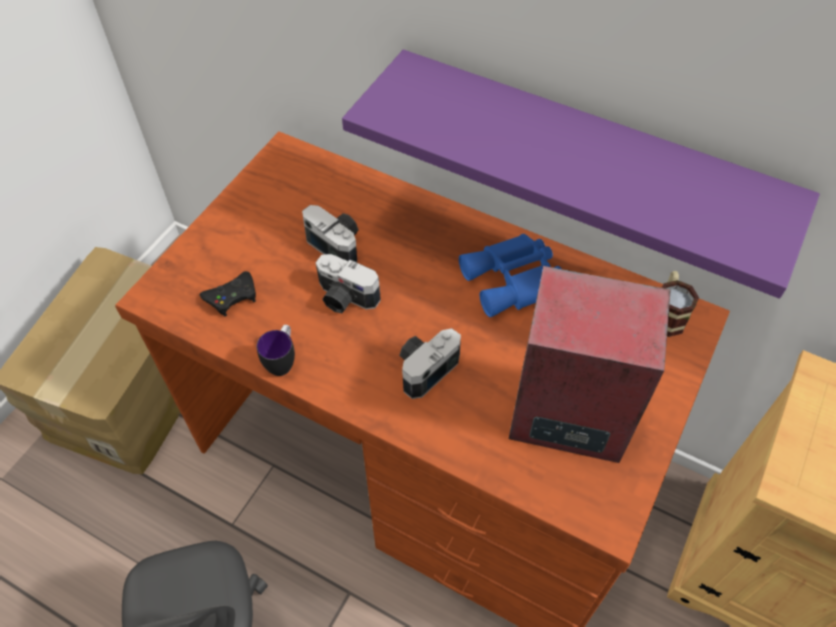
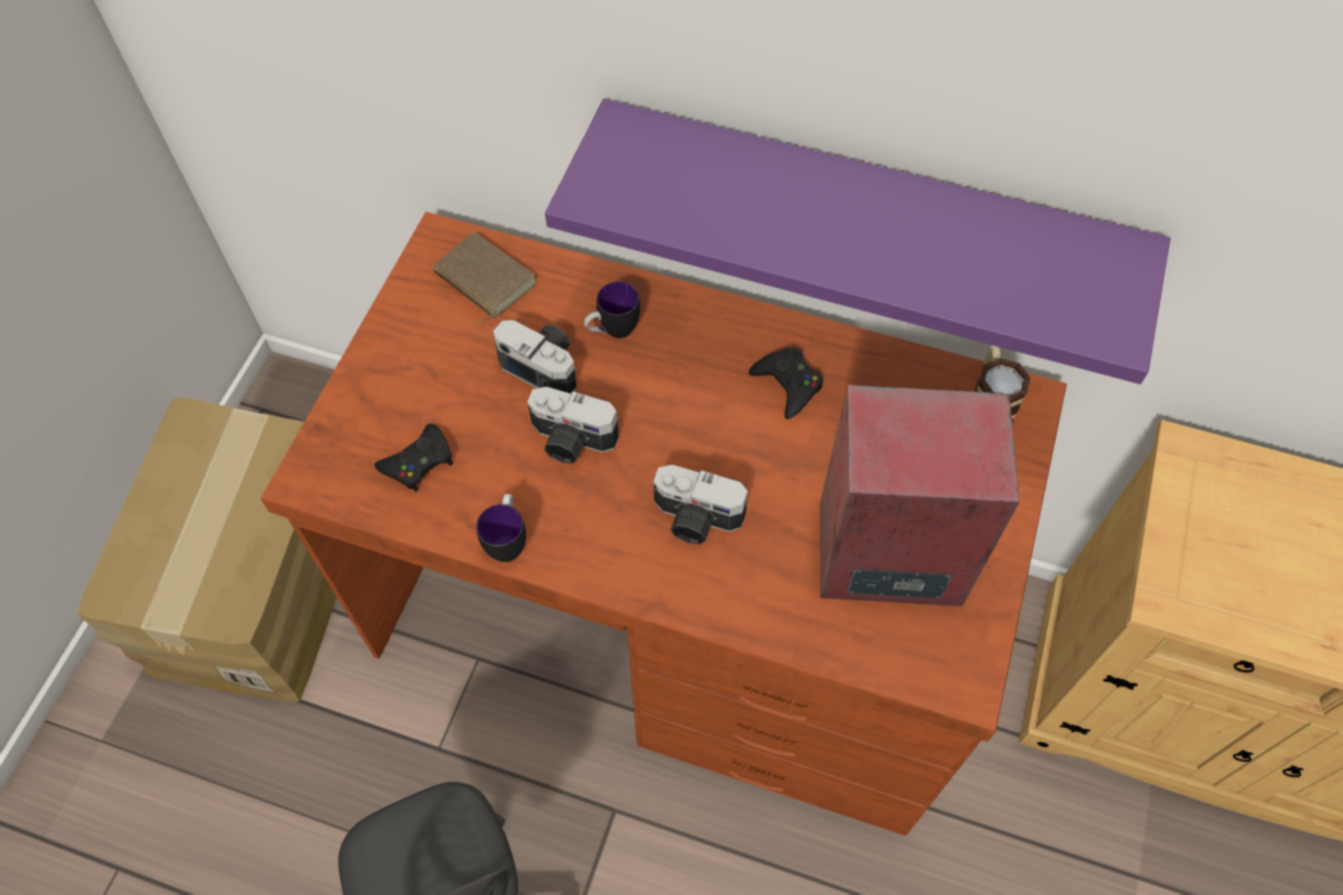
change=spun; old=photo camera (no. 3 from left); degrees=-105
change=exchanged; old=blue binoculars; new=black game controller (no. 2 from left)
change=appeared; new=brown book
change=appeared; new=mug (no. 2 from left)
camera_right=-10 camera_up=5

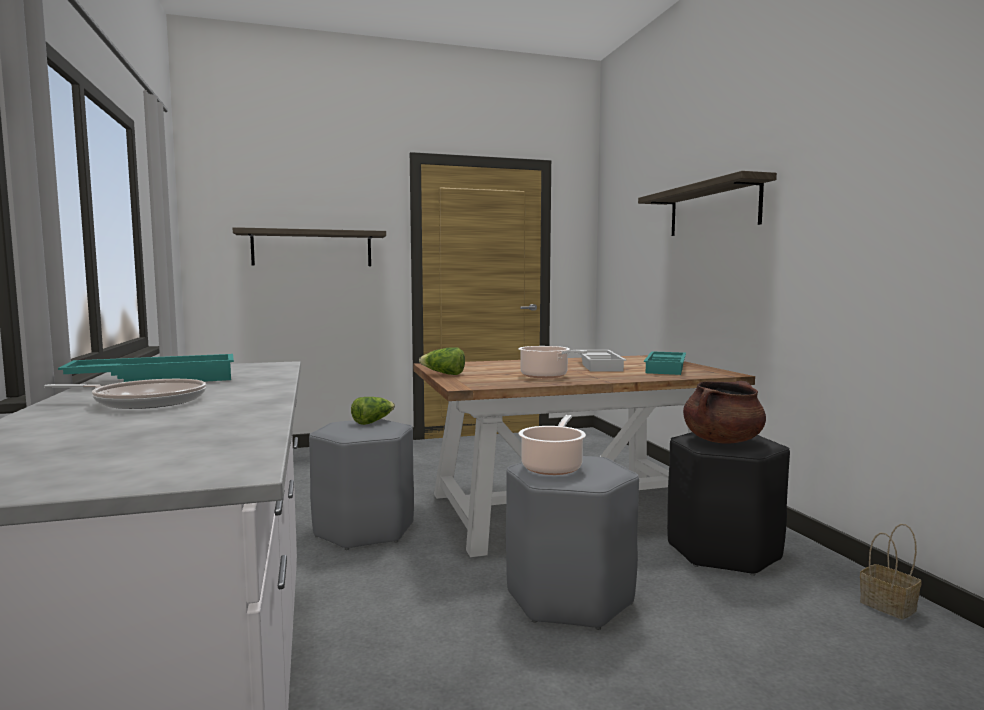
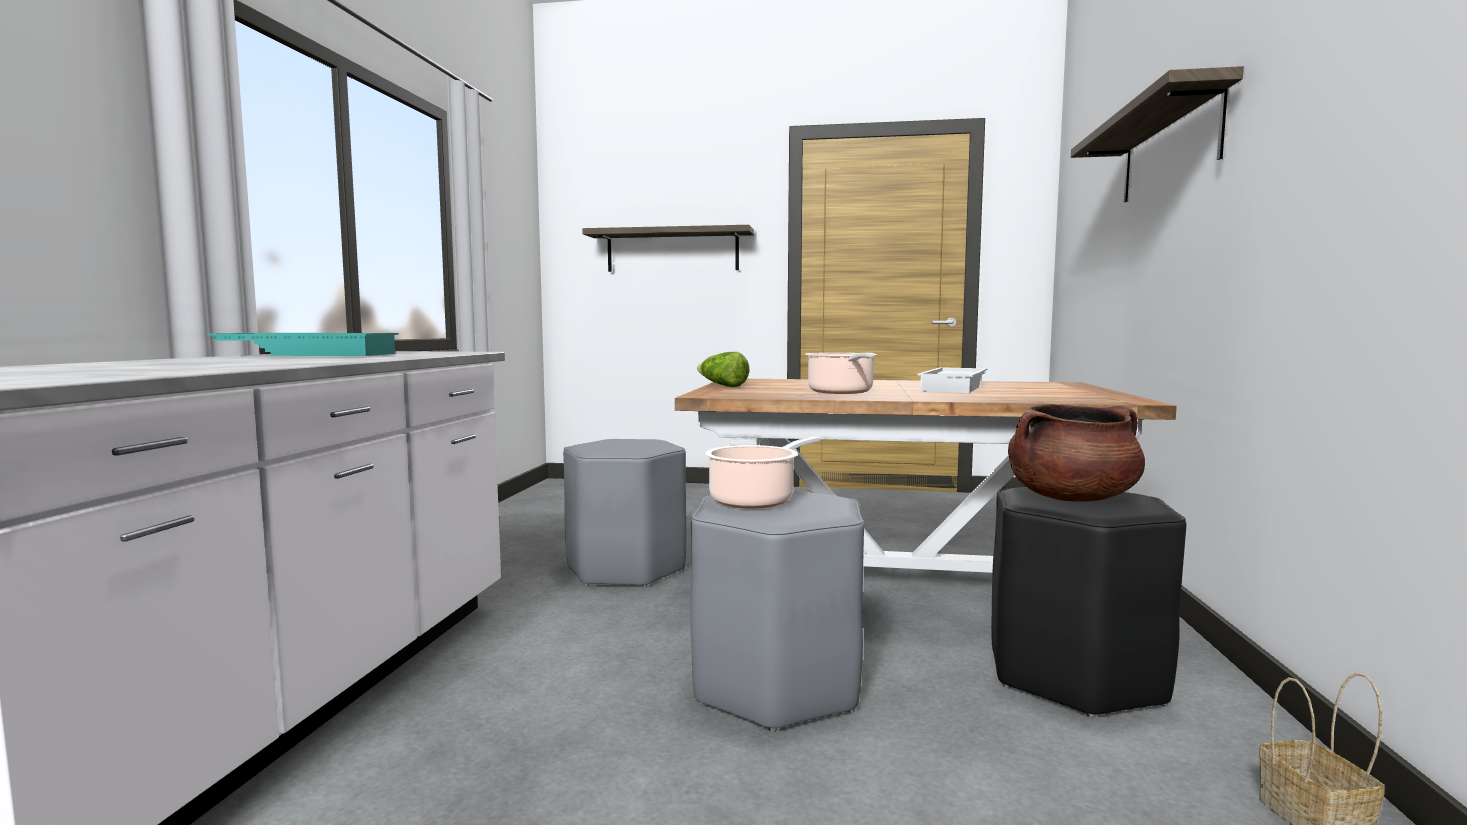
change=missing; old=frying pan
change=missing; old=lettuce (no. 1 from left)
change=missing; old=turquoise tray (no. 2 from left)
camera_right=25 camera_up=0

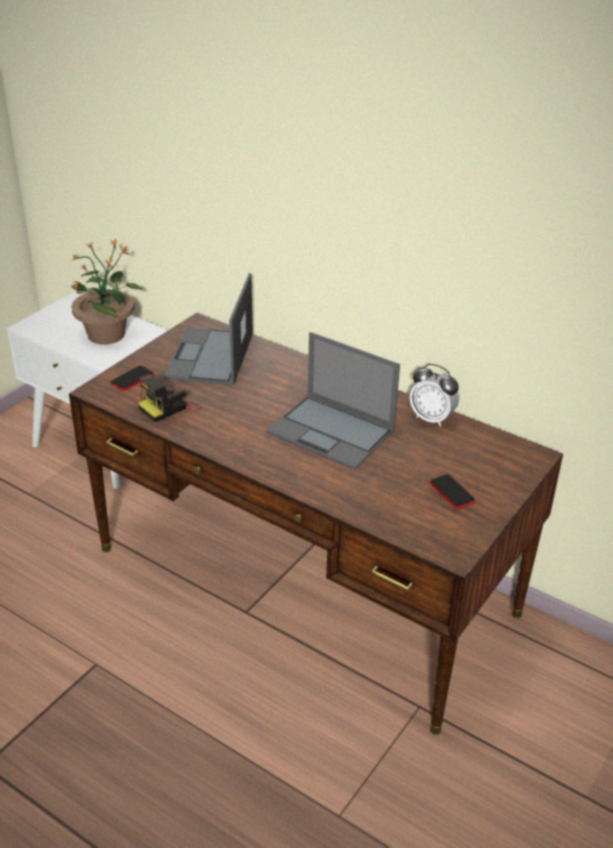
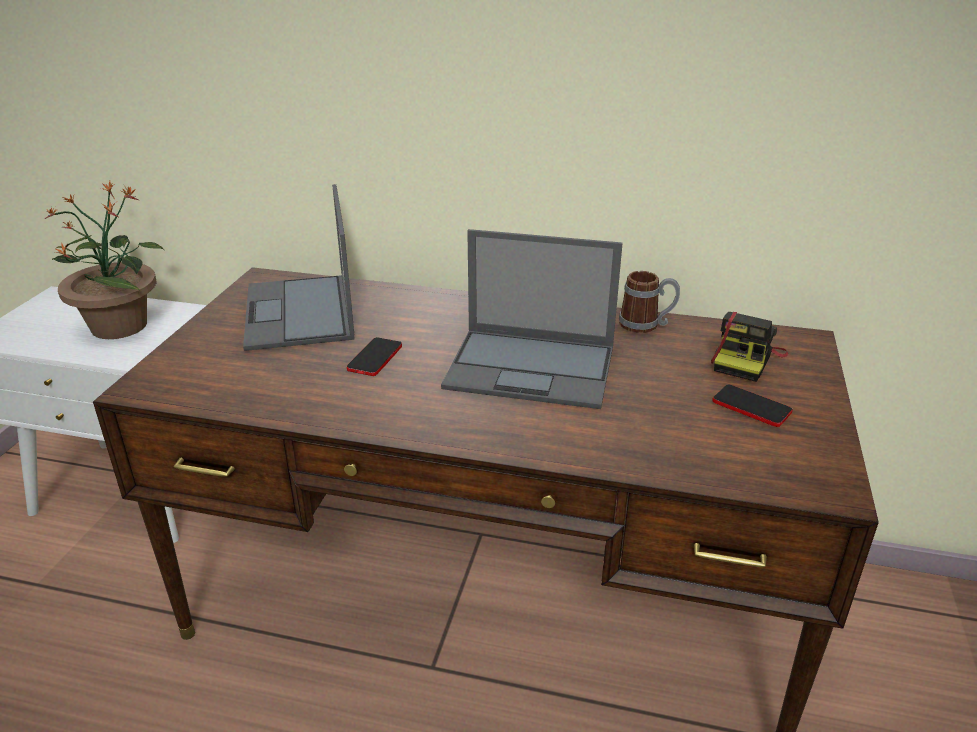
change=relocated; old=phone (no. 1 from left)
change=relocated; old=photo camera
change=exchanged; old=alarm clock; new=mug
camera_right=-20 camera_up=-5

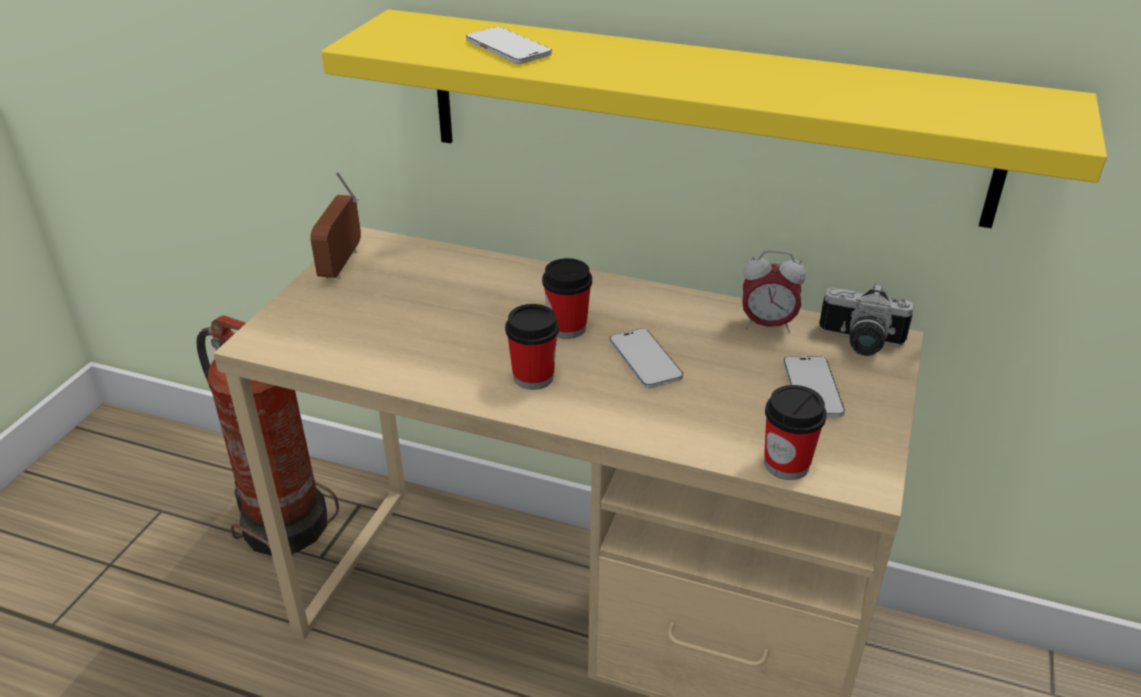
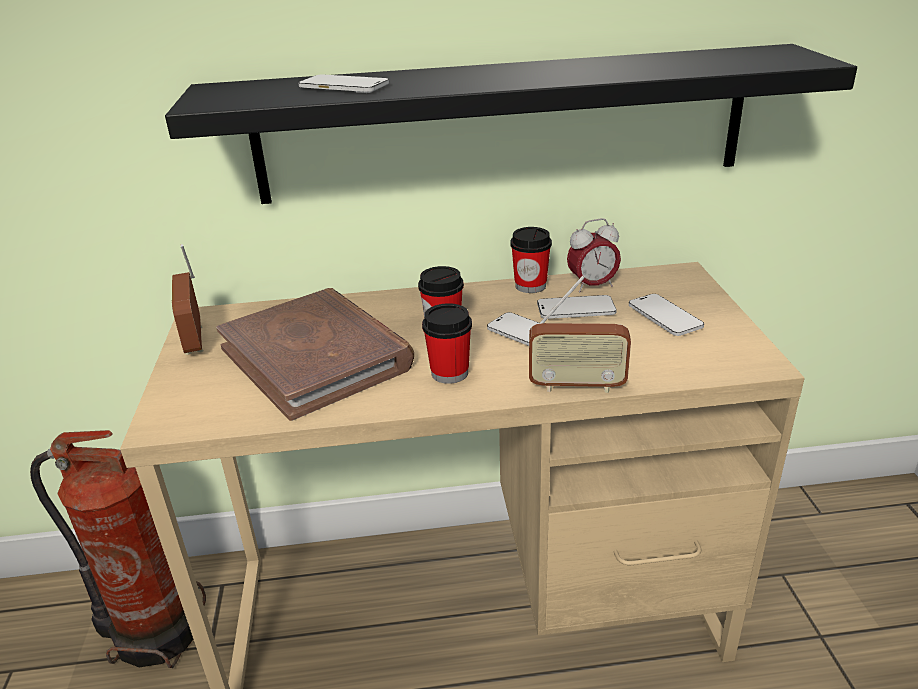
change=colour; old=yellow shelf; new=black shelf
change=relocated; old=cup (no. 3 from left)
change=missing; old=photo camera
change=appeared; new=brown book
change=appeared; new=radio (no. 2 from left)
change=appeared; new=phone (no. 3 from left)
camera_right=-25 camera_up=-5

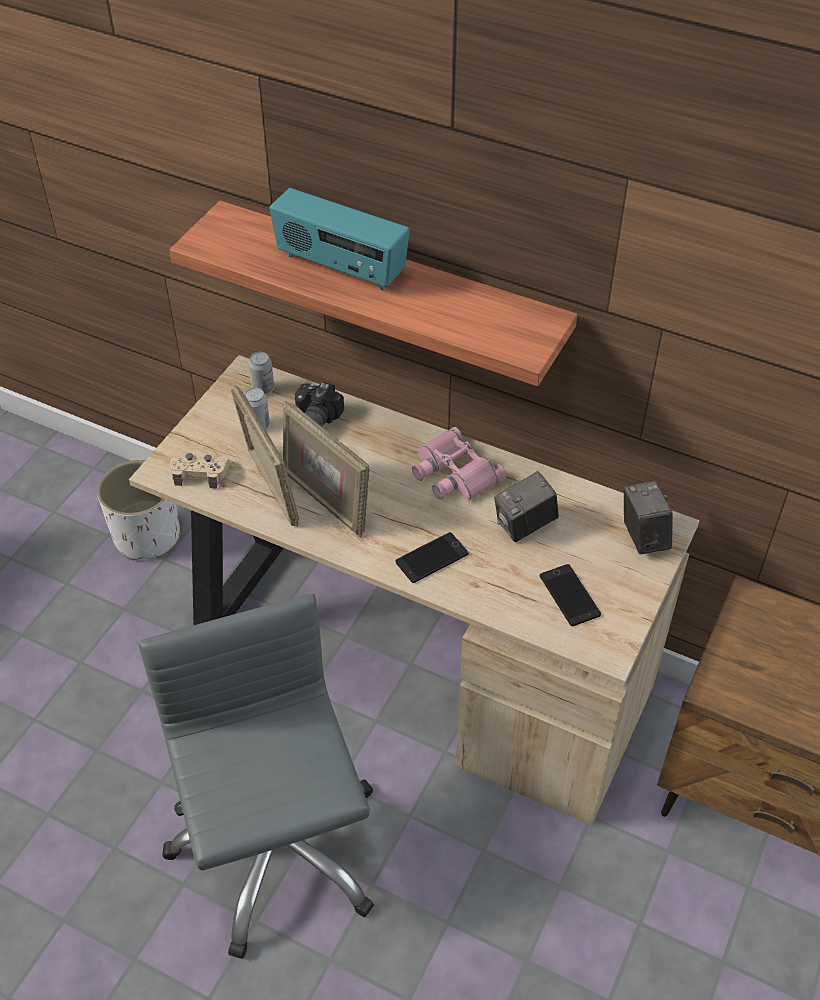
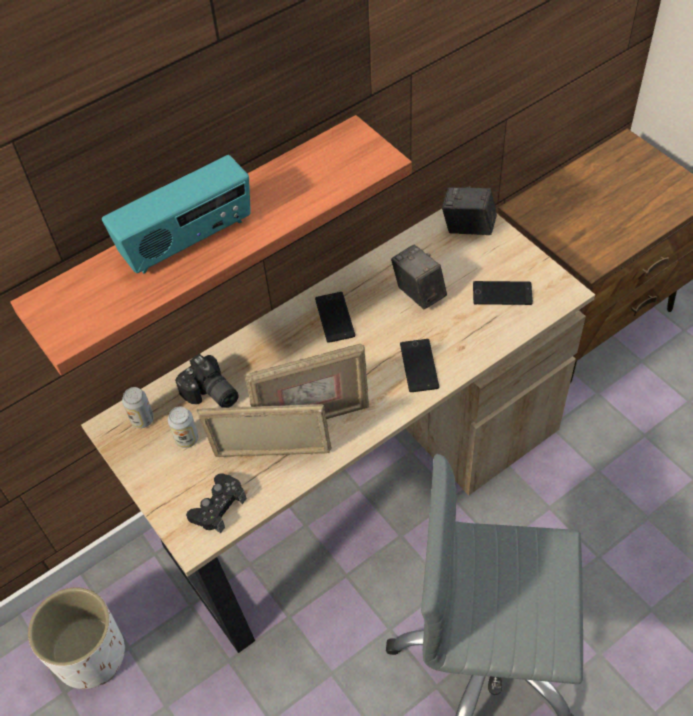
change=colour; old=beige game controller; new=black game controller
change=exchanged; old=pink binoculars; new=phone (no. 1 from left)
change=spun; old=photo camera (no. 2 from left); degrees=150
camera_right=-60 camera_up=5

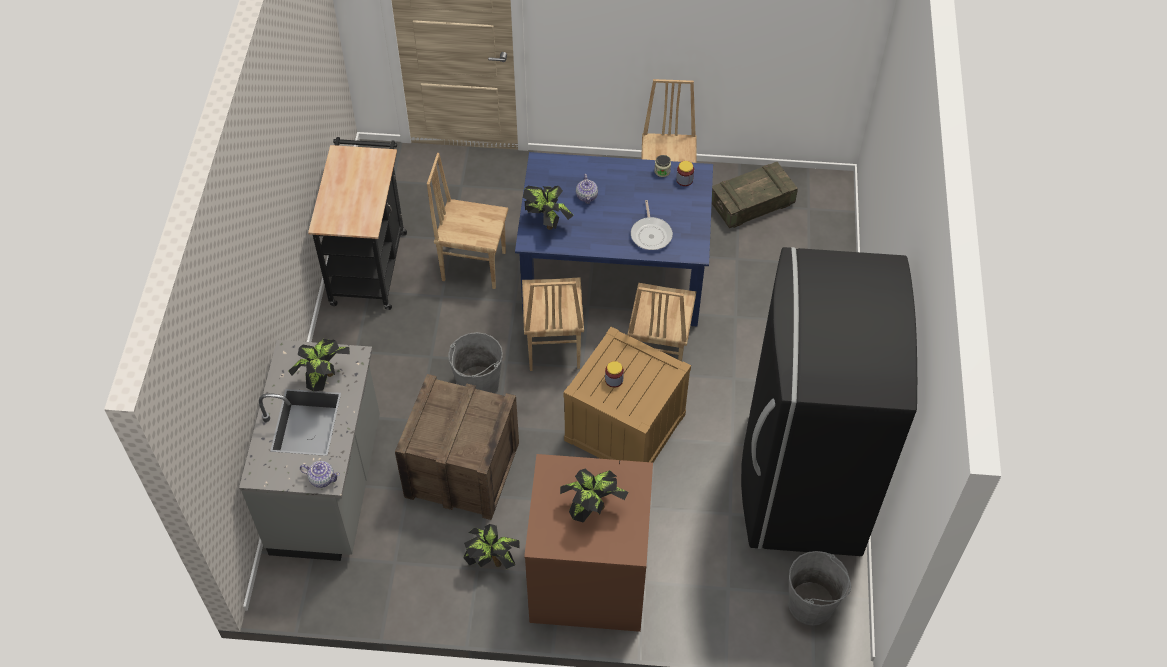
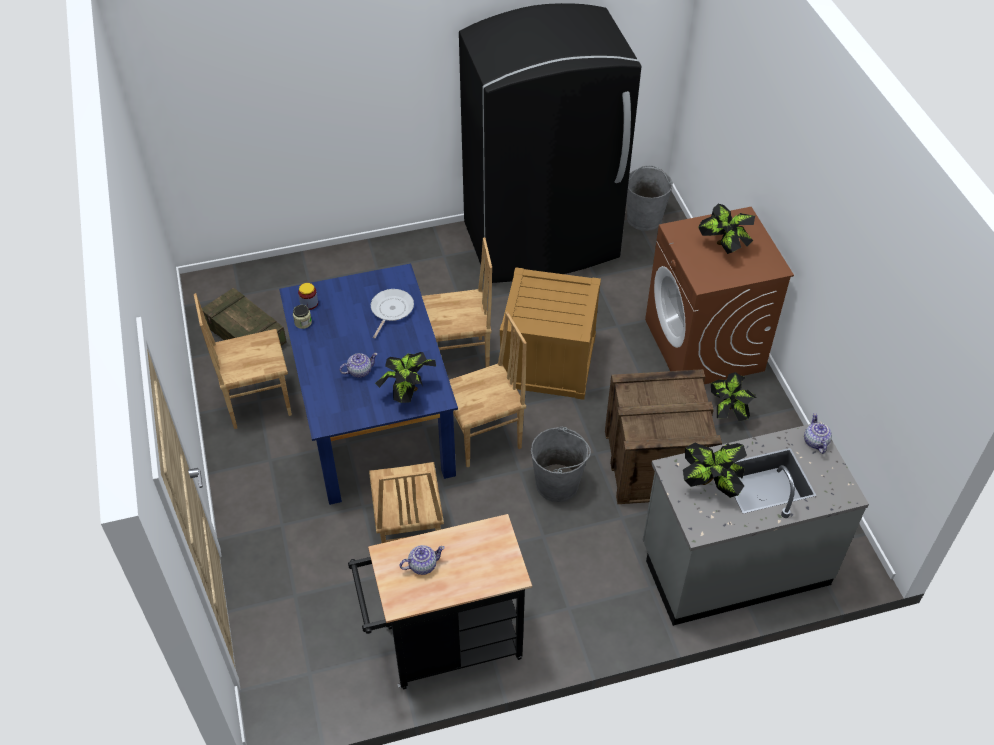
change=missing; old=jar (no. 1 from left)
change=spun; old=frying pan; degrees=-45
change=appeared; new=teapot (no. 2 from left)
camera_right=-110 camera_up=-5

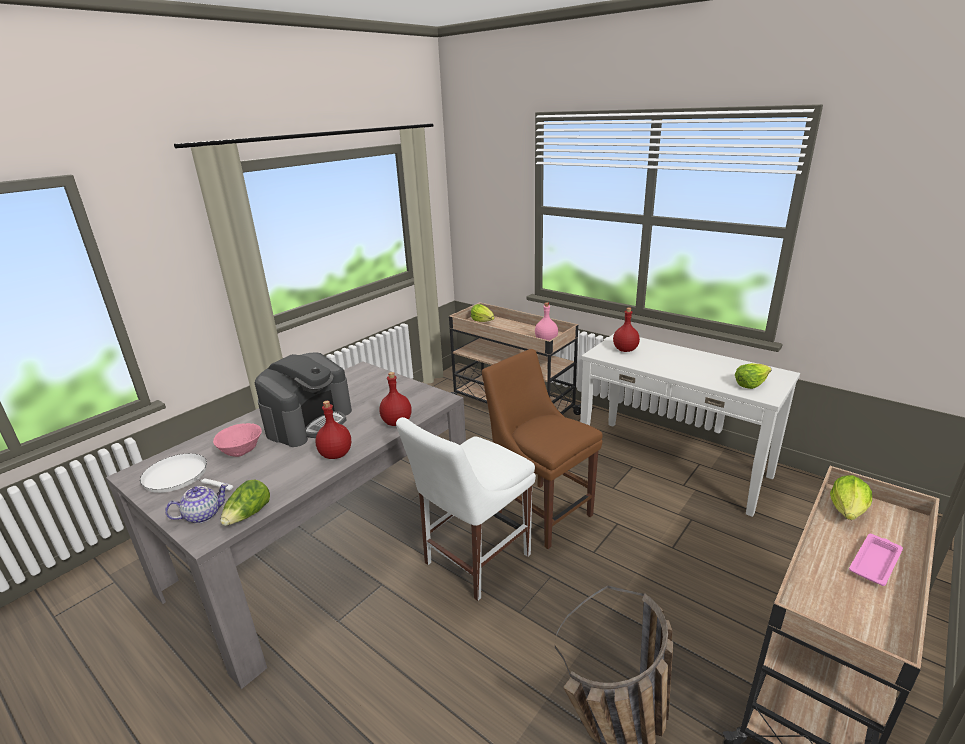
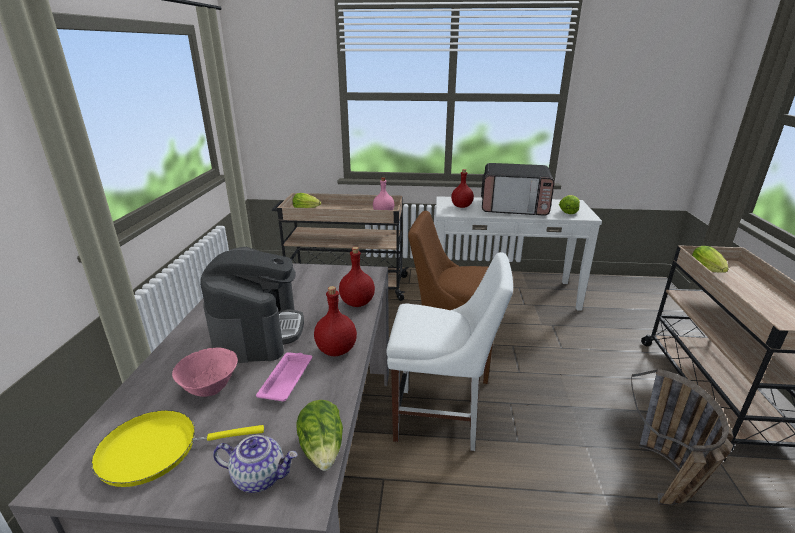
change=colour; old=white frying pan; new=yellow frying pan
change=spun; old=teapot; degrees=75
change=spun; old=white chair; degrees=-90
change=relocated; old=pink tray
change=appeared; new=microwave
camera_right=-35 camera_up=0

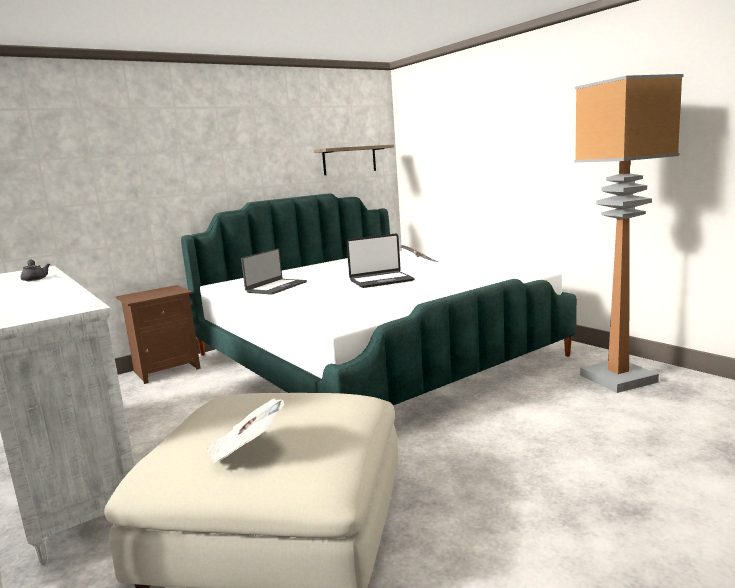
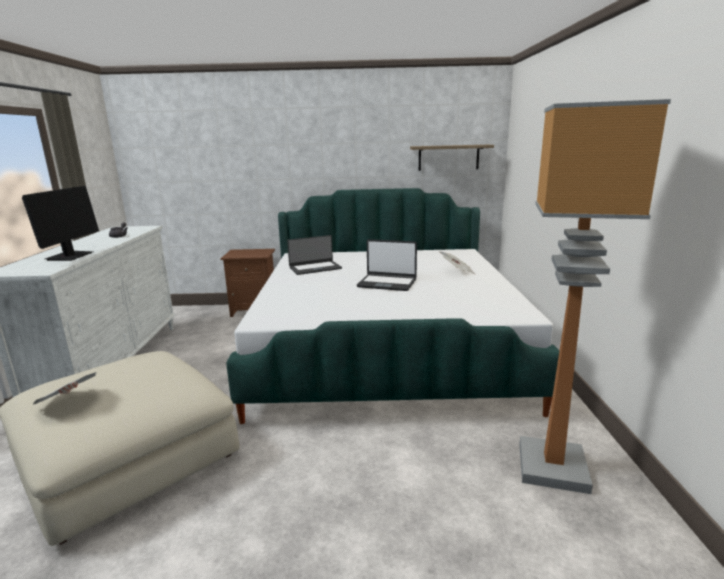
change=appeared; new=monitor
camera_right=35 camera_up=5

